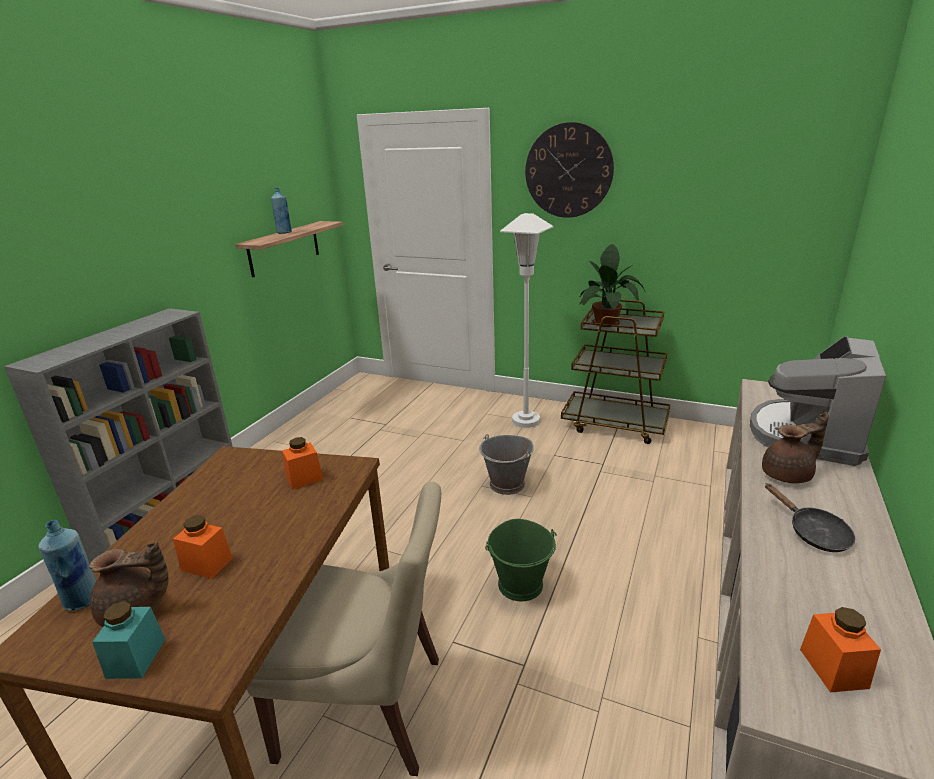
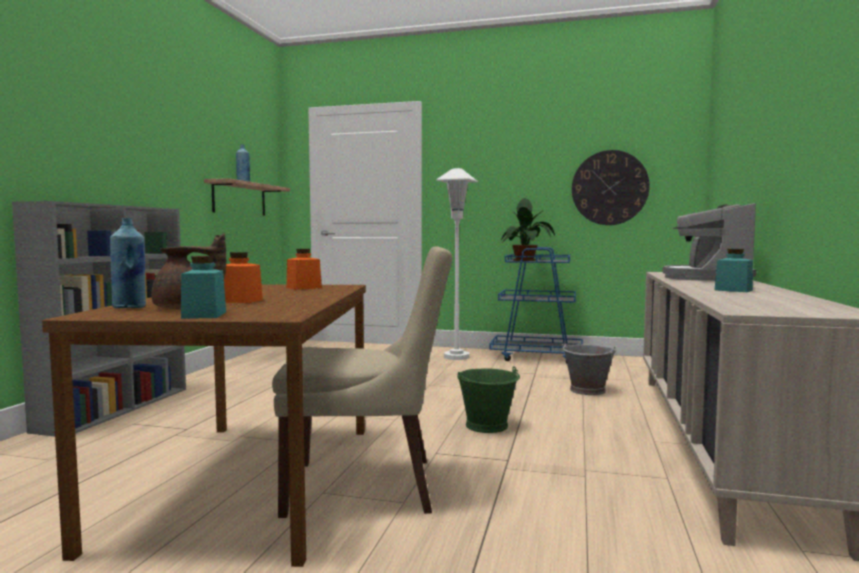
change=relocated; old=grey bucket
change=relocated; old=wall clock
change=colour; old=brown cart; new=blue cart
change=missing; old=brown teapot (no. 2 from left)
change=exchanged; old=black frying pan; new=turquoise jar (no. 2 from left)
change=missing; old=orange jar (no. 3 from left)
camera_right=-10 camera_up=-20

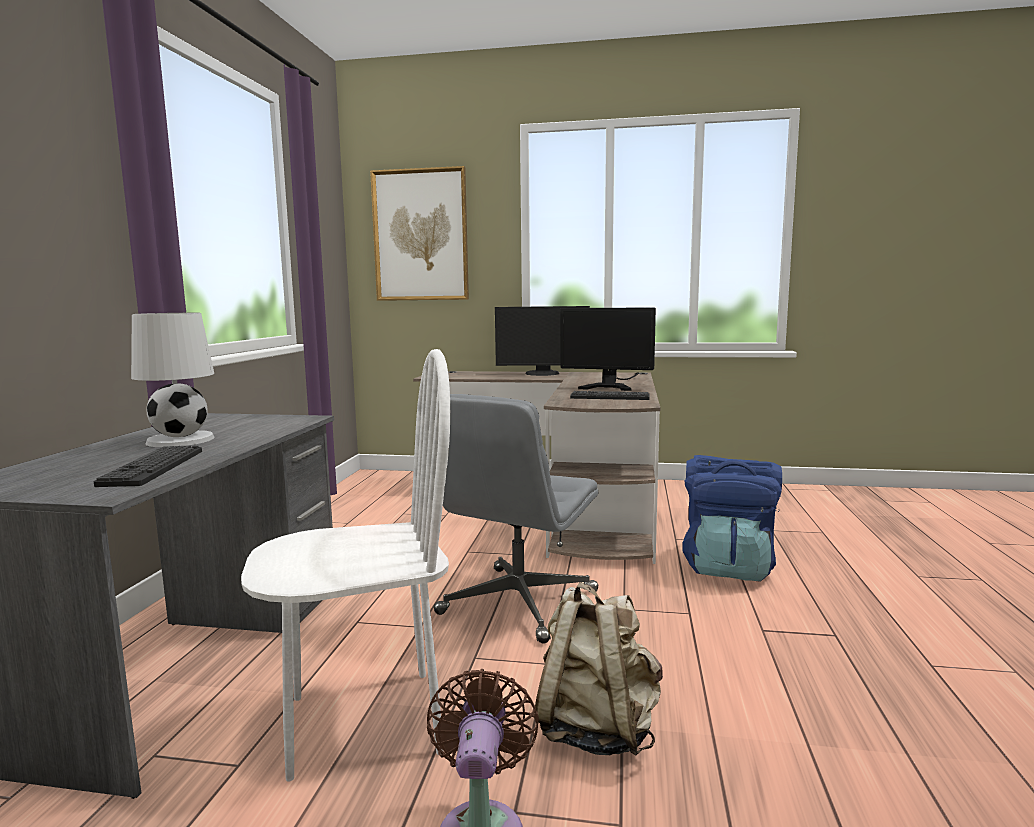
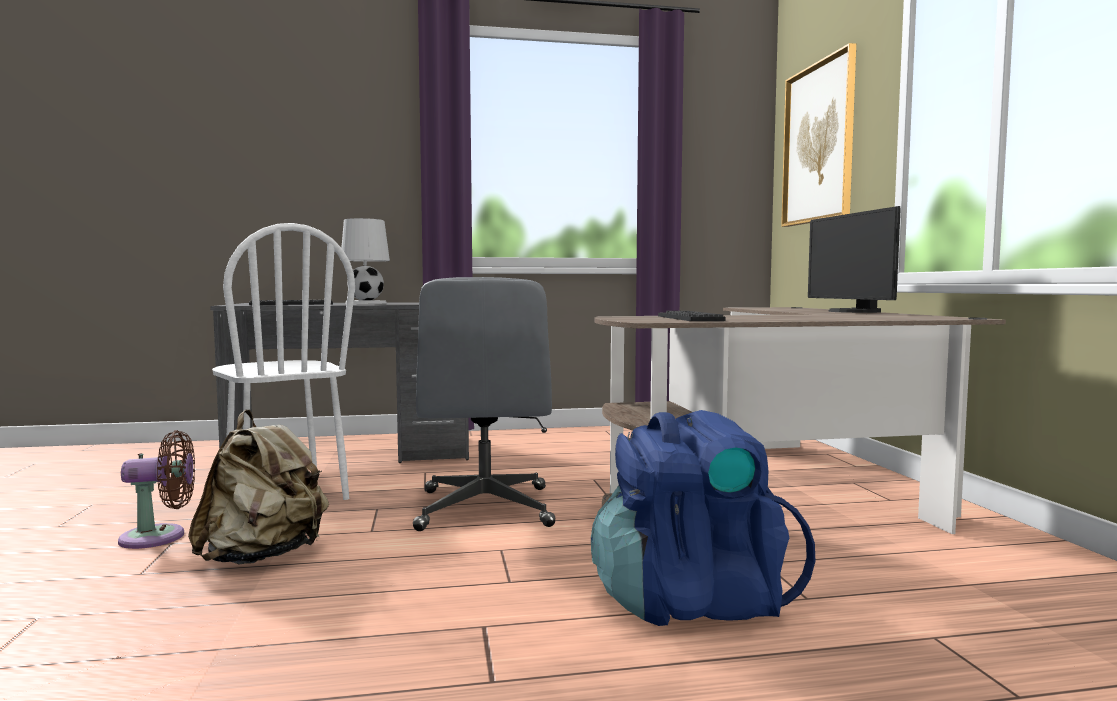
change=spun; old=grey office chair; degrees=-105
change=missing; old=monitor (no. 2 from left)
camera_right=70 camera_up=-5

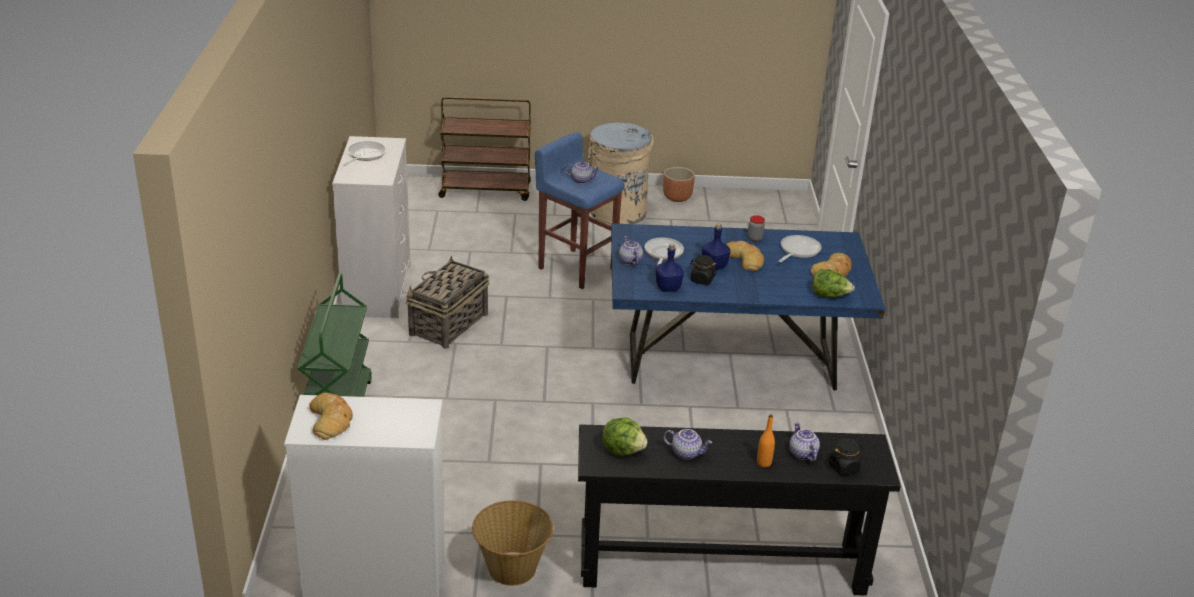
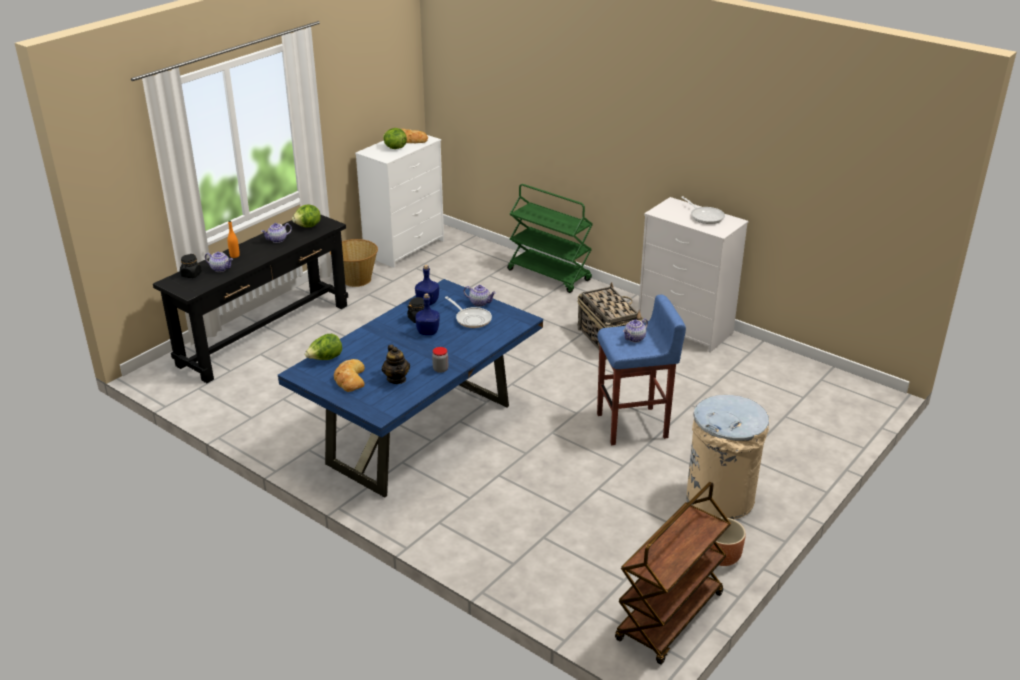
change=relocated; old=brown cart
change=missing; old=bread (no. 2 from left)
change=exchanged; old=frying pan (no. 3 from left); new=teapot (no. 3 from left)
change=appeared; new=lettuce (no. 3 from left)
camera_right=130 camera_up=0

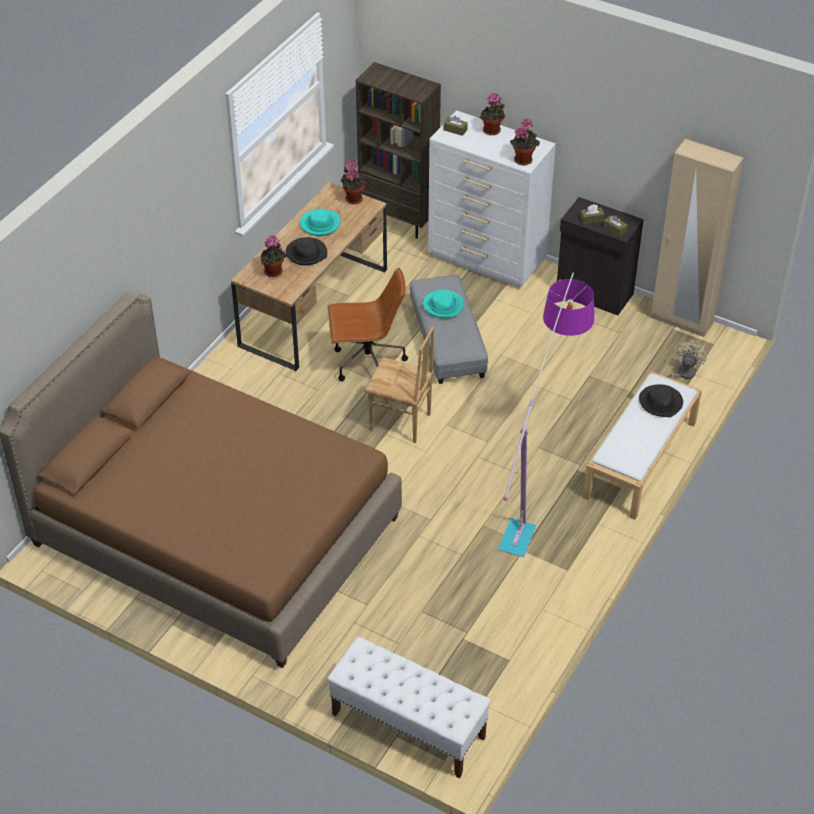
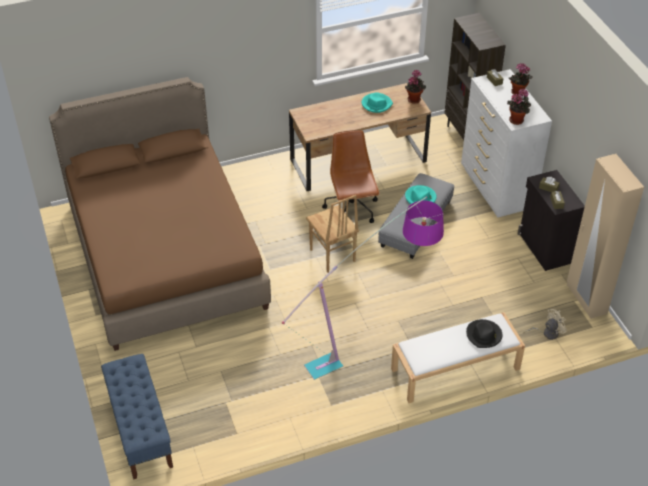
change=missing; old=potted plant (no. 1 from left)
change=missing; old=black hat (no. 1 from left)
change=spun; old=brown office chair; degrees=-135
change=colour; old=white bench (no. 1 from left); new=blue bench
camera_right=40 camera_up=0

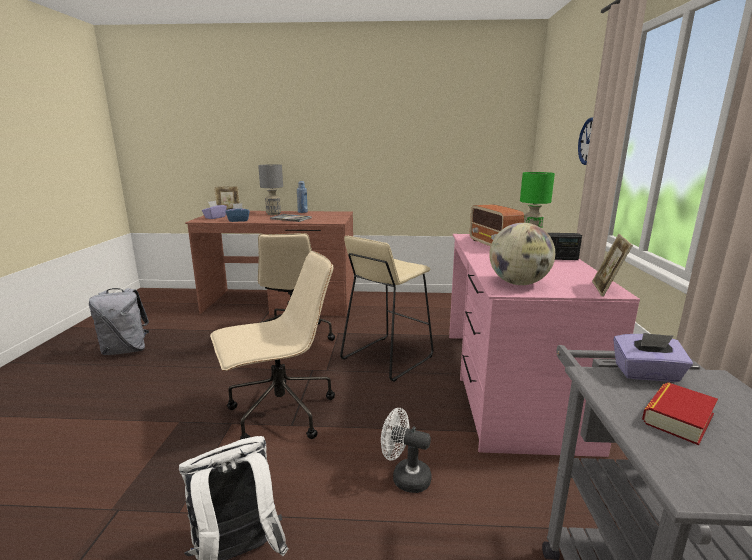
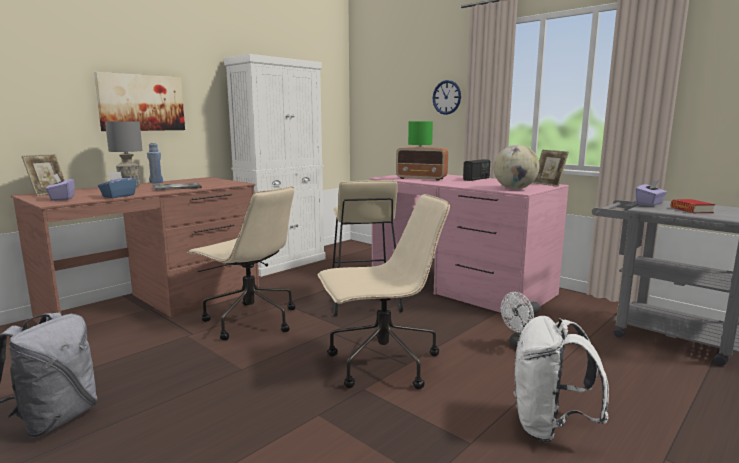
change=spun; old=beige office chair (no. 1 from left in the first image); degrees=60
change=appeared; new=picture
change=appeared; new=white cabinet
camera_right=-50 camera_up=-5

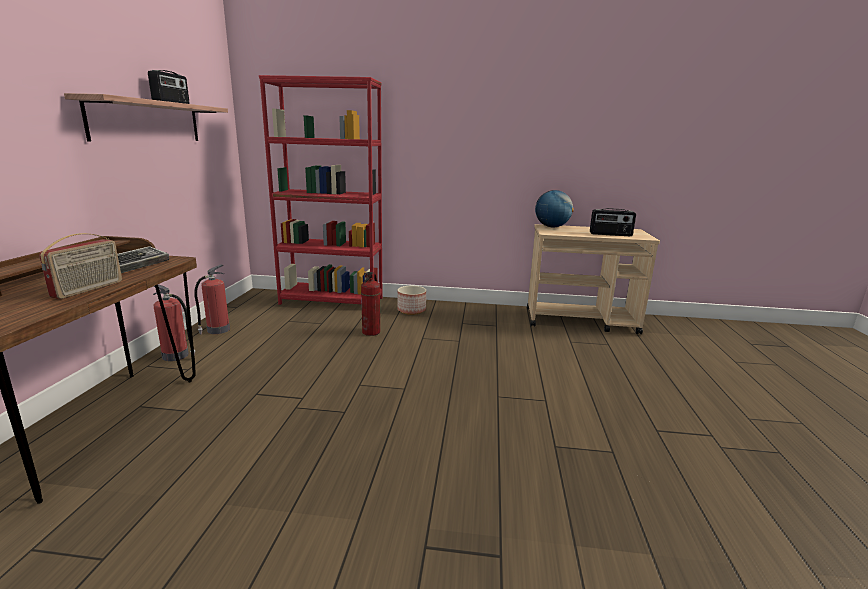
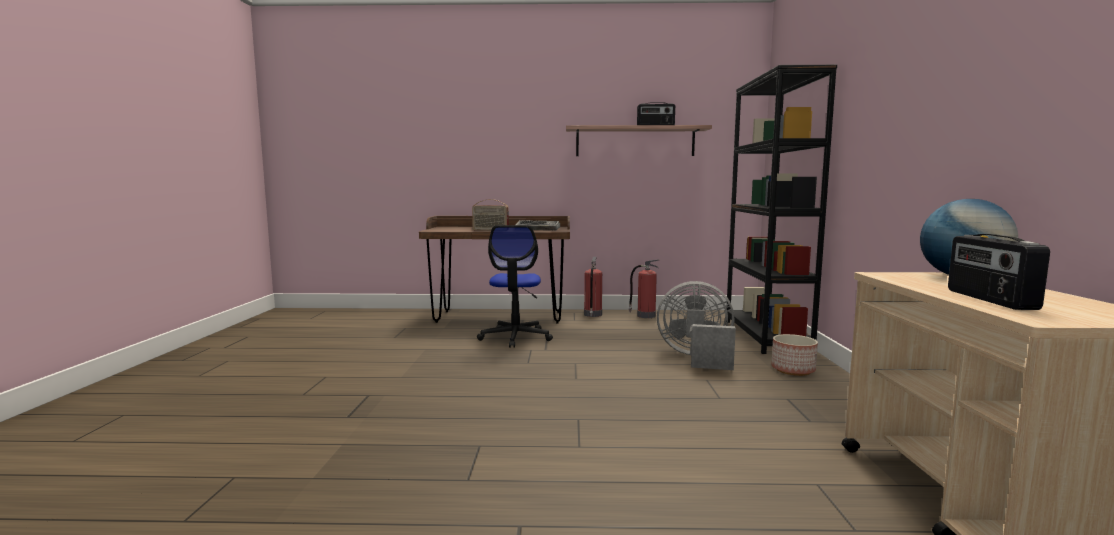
change=colour; old=red bookcase; new=black bookcase
change=exchanged; old=fire extinguisher (no. 3 from left); new=grey fan
change=appeared; new=office chair
camera_right=85 camera_up=-10

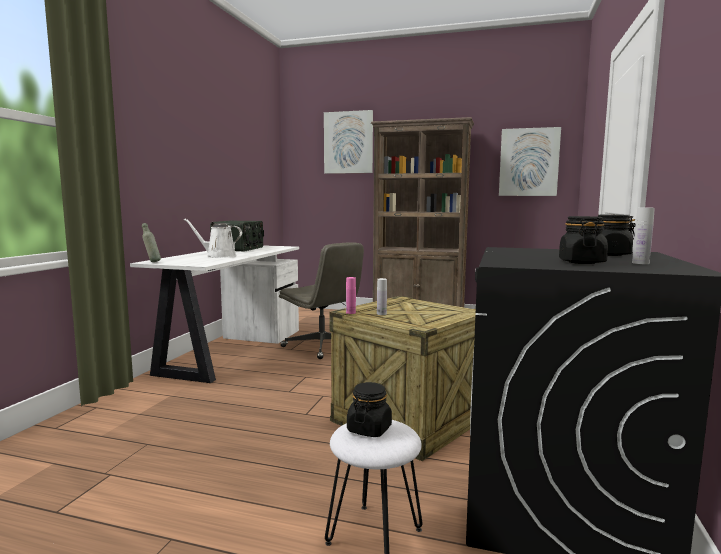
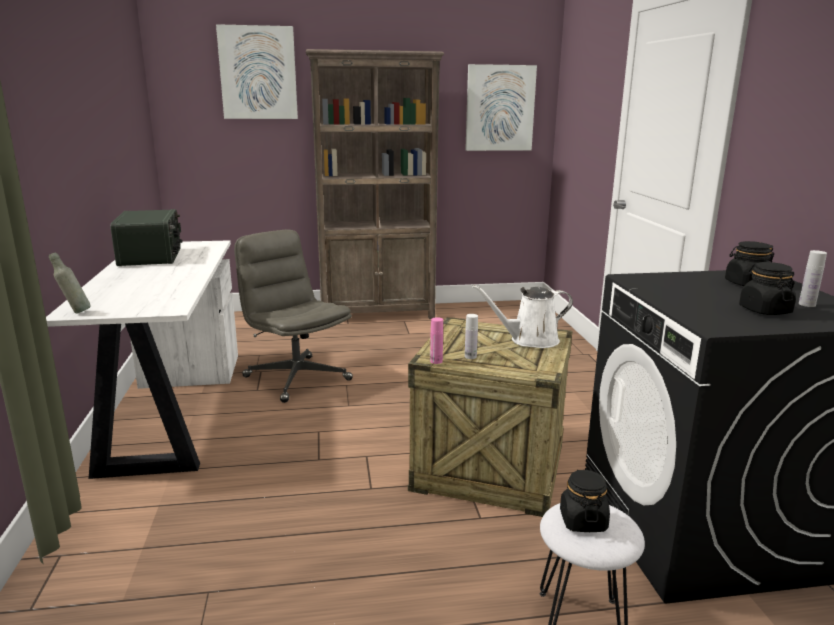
change=relocated; old=white watering can
change=spun; old=grey office chair; degrees=-150
camera_right=-25 camera_up=10

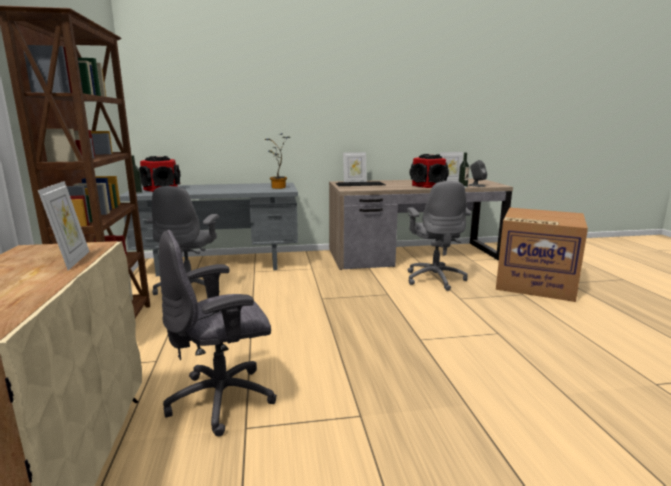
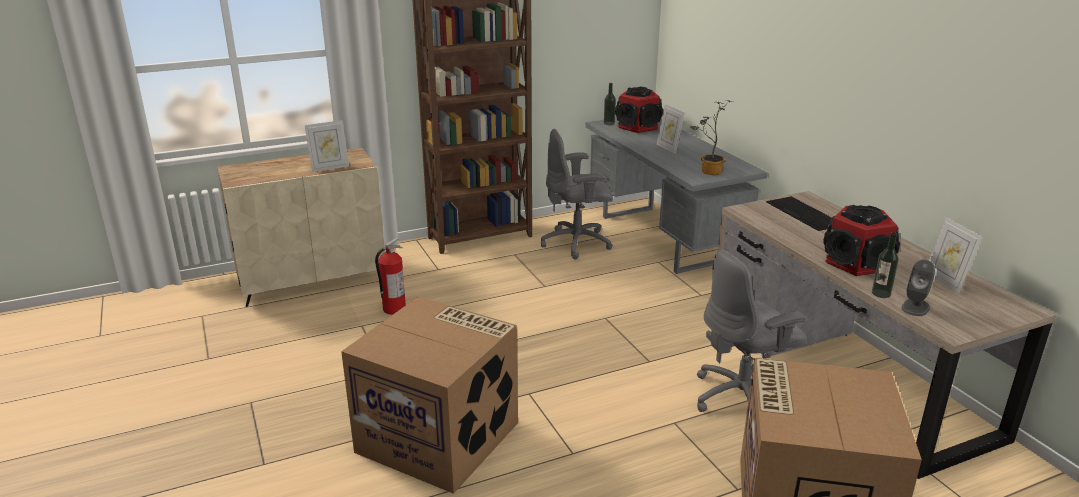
change=exchanged; old=grey office chair (no. 2 from left); new=fire extinguisher
change=relocated; old=picture frame (no. 2 from left)
change=appeared; new=cardboard box (no. 1 from left)
camera_right=75 camera_up=10

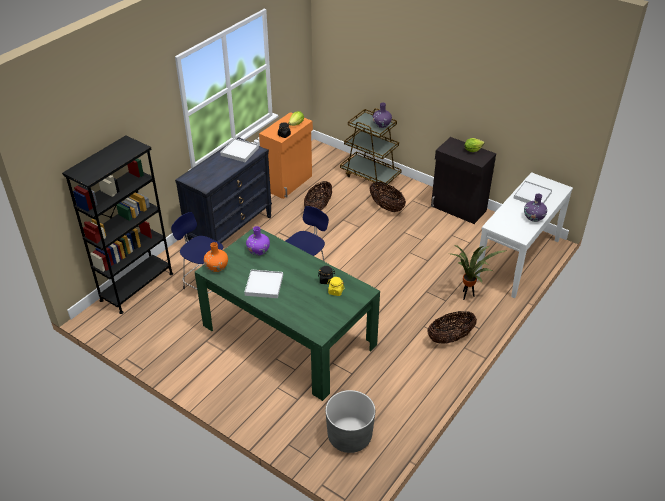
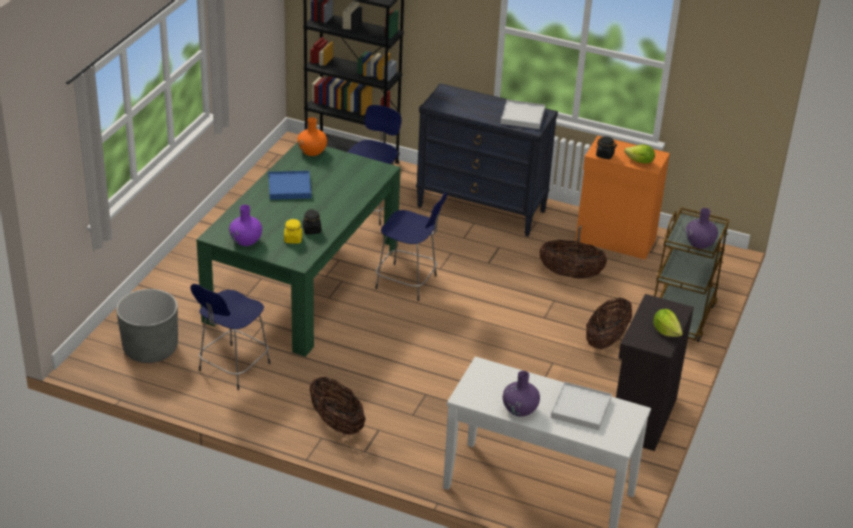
change=colour; old=white tray (no. 2 from left); new=blue tray
change=relocated; old=purple vase (no. 1 from left)
change=missing; old=potted plant
change=appeared; new=blue stool (no. 1 from left)
camera_right=75 camera_up=-5

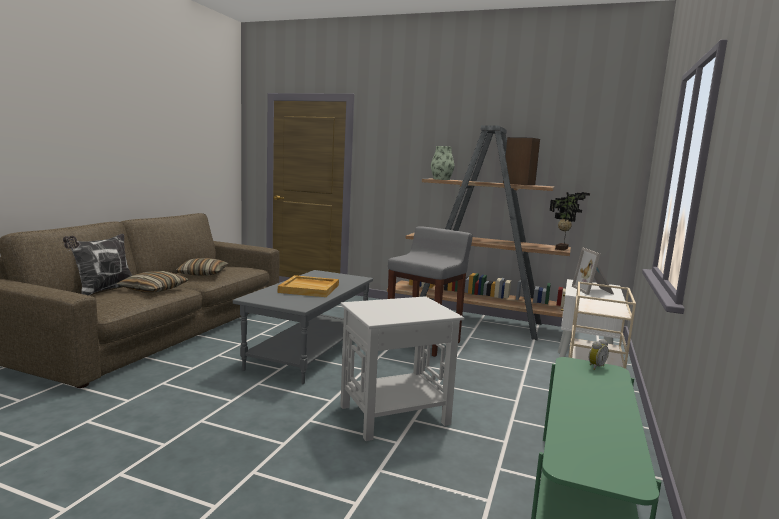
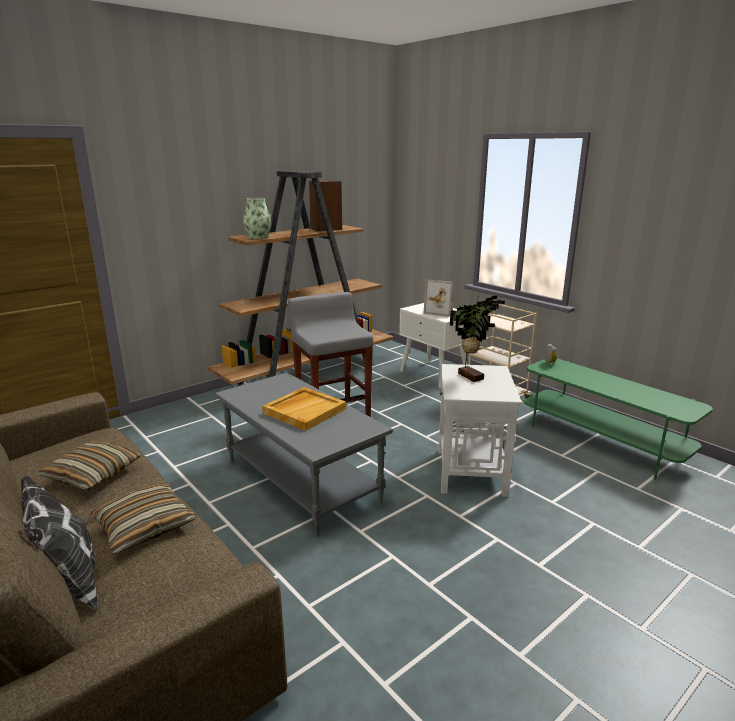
change=relocated; old=potted plant
camera_right=-60 camera_up=10

